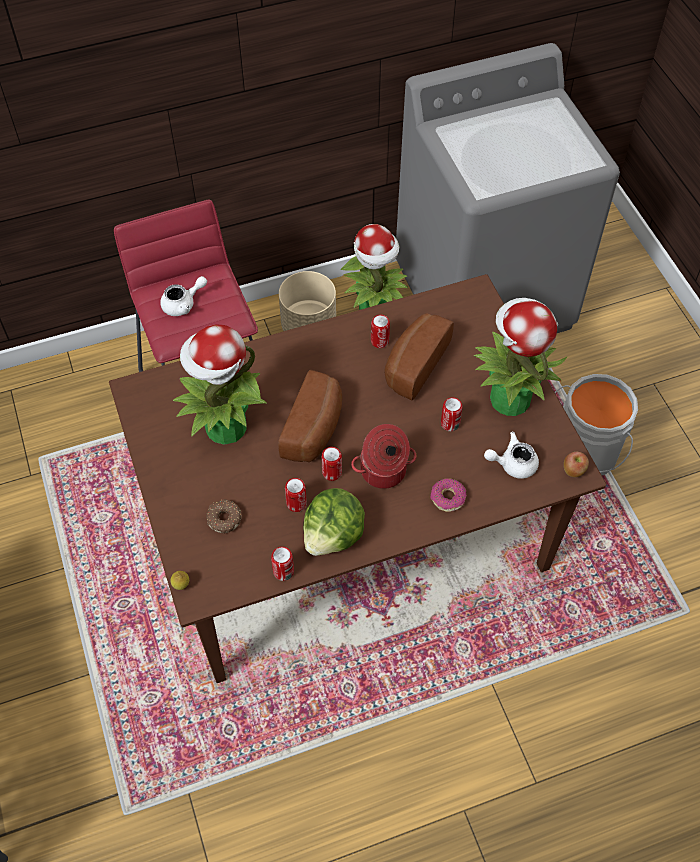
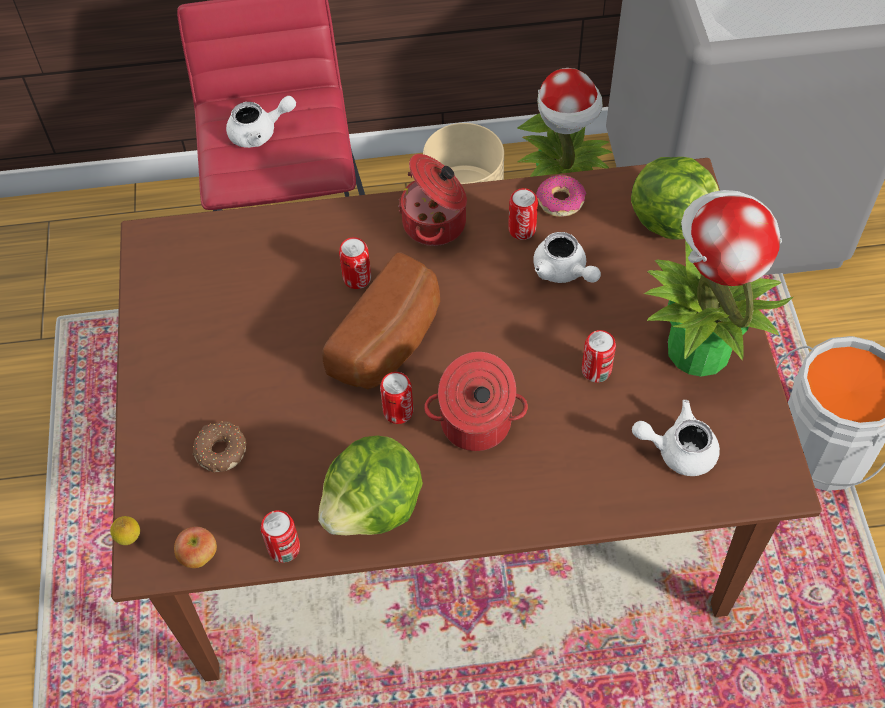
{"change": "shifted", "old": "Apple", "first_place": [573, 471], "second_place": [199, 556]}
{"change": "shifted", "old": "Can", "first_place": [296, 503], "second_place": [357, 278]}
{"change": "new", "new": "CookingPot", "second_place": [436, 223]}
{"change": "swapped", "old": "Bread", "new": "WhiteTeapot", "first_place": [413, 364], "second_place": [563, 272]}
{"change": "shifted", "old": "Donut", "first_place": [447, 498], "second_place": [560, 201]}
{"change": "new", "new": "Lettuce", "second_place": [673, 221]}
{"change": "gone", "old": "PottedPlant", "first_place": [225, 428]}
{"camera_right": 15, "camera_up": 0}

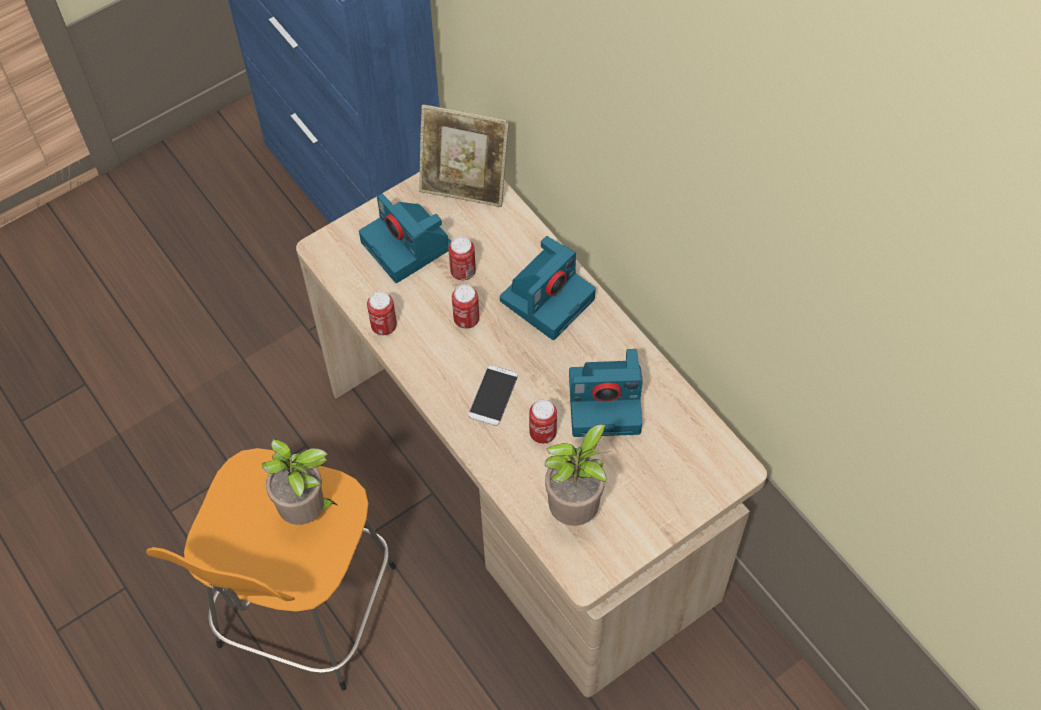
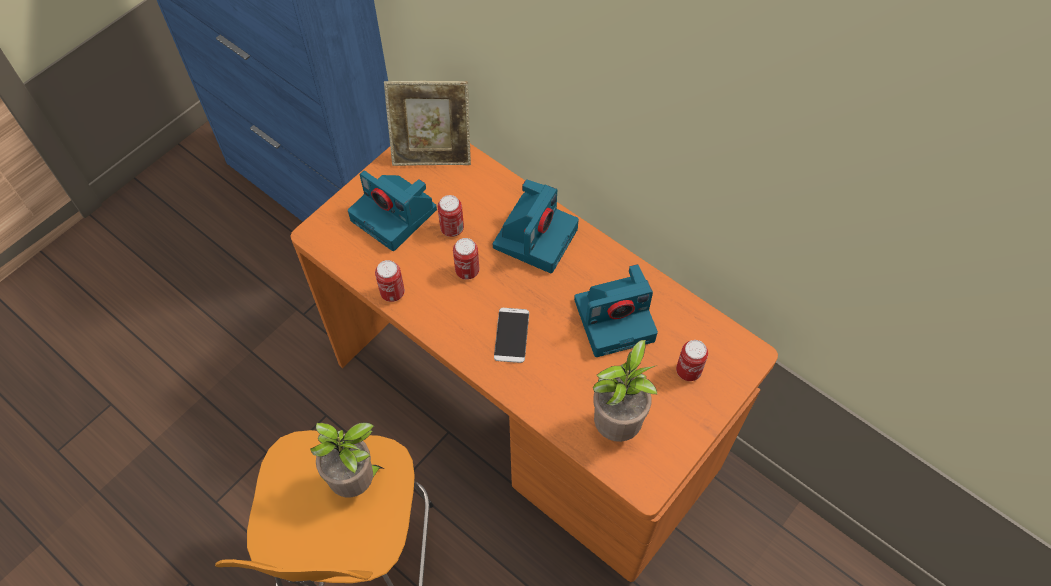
{"change": "repainted", "old": "BeigeDesk", "new": "OrangeDesk", "first_place": [524, 488], "second_place": [526, 409]}
{"change": "shifted", "old": "Can", "first_place": [543, 433], "second_place": [688, 371]}
{"camera_right": -15, "camera_up": 0}

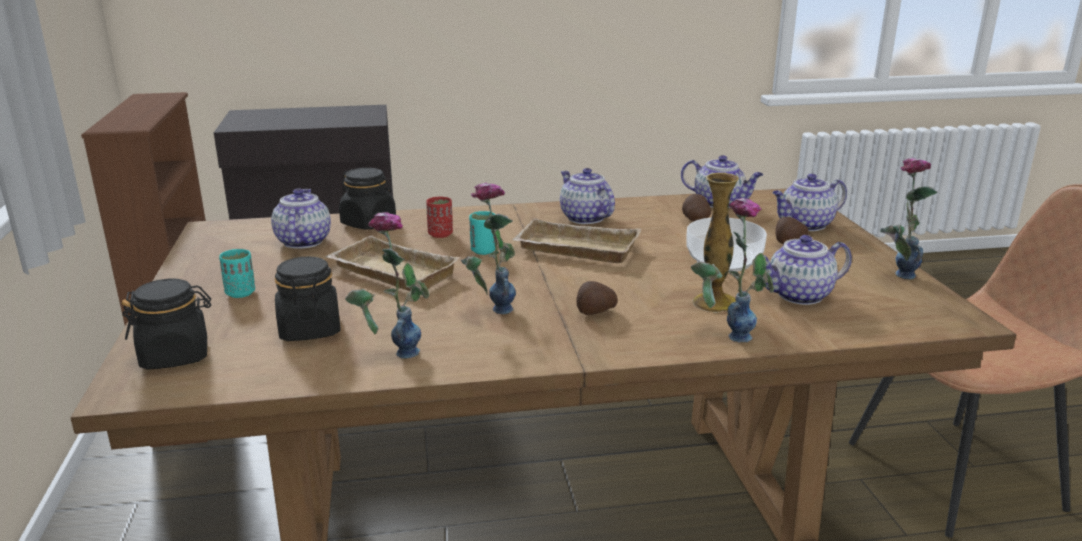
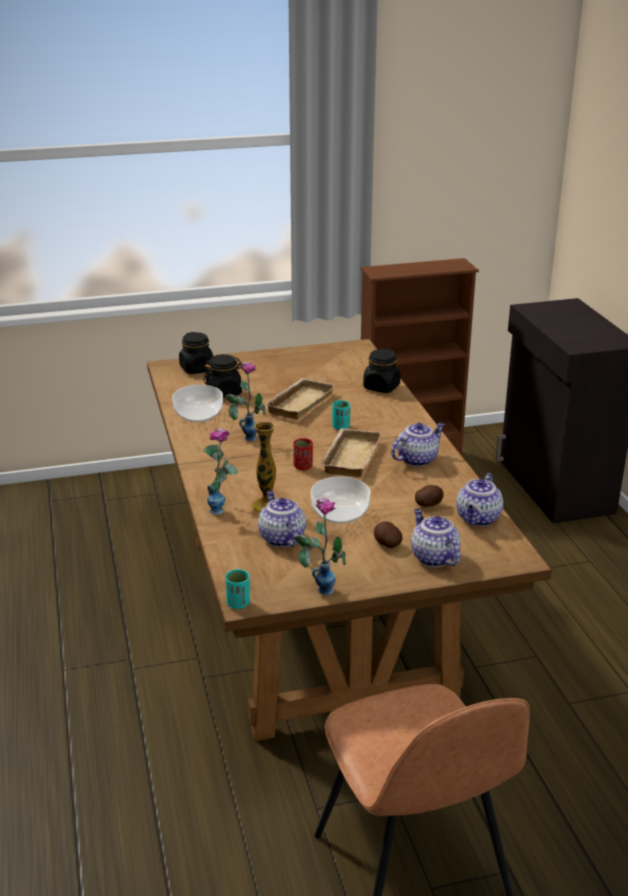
{"change": "swapped", "old": "Vase", "new": "Bowl", "first_place": [391, 353], "second_place": [198, 414]}
{"change": "shifted", "old": "TurquoiseCup", "first_place": [240, 293], "second_place": [238, 603]}
{"change": "shifted", "old": "RedCup", "first_place": [440, 234], "second_place": [303, 466]}
{"change": "gone", "old": "Teapot", "first_place": [303, 241]}
{"change": "gone", "old": "Potato", "first_place": [595, 312]}
{"camera_right": 85, "camera_up": 5}

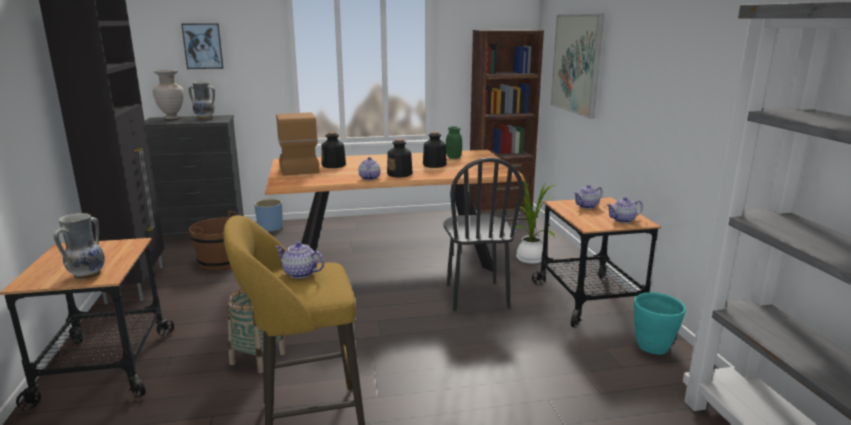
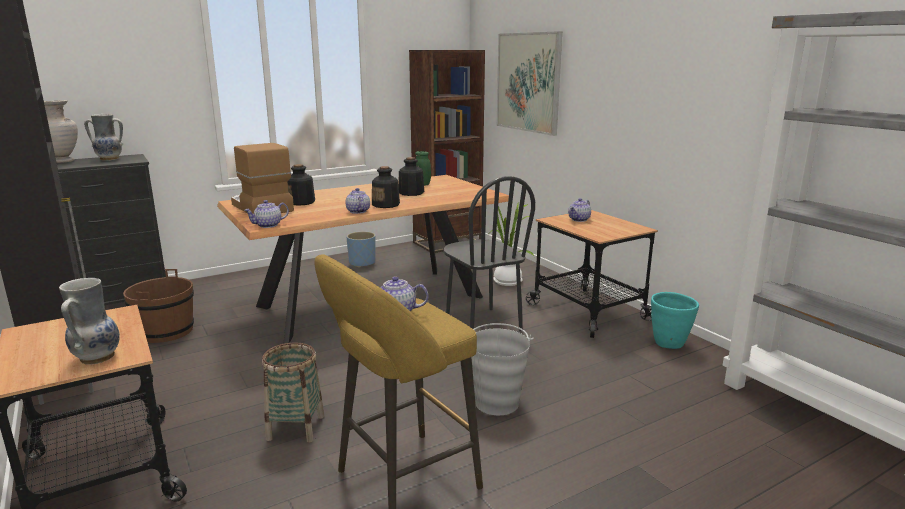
{"change": "shifted", "old": "Teapot", "first_place": [623, 220], "second_place": [268, 225]}
{"change": "shifted", "old": "BluePlanter", "first_place": [270, 228], "second_place": [362, 263]}
{"change": "new", "new": "GreyBucket", "second_place": [497, 402]}
{"change": "gone", "old": "Picture", "first_place": [203, 46]}
{"camera_right": -20, "camera_up": 0}

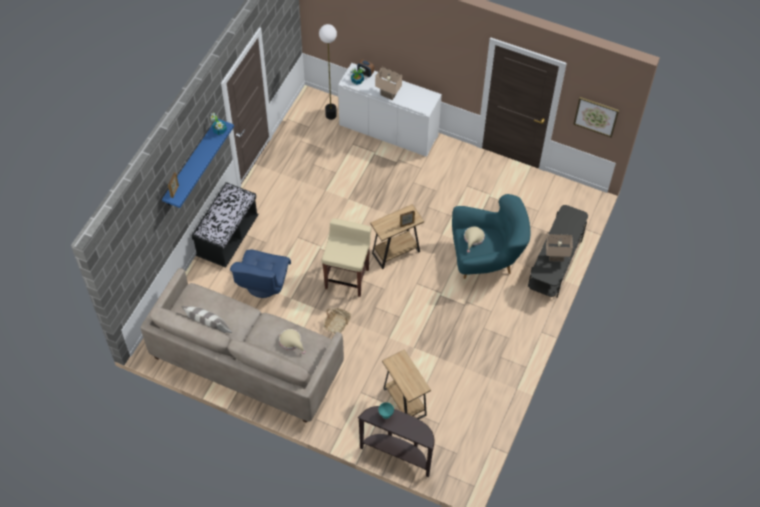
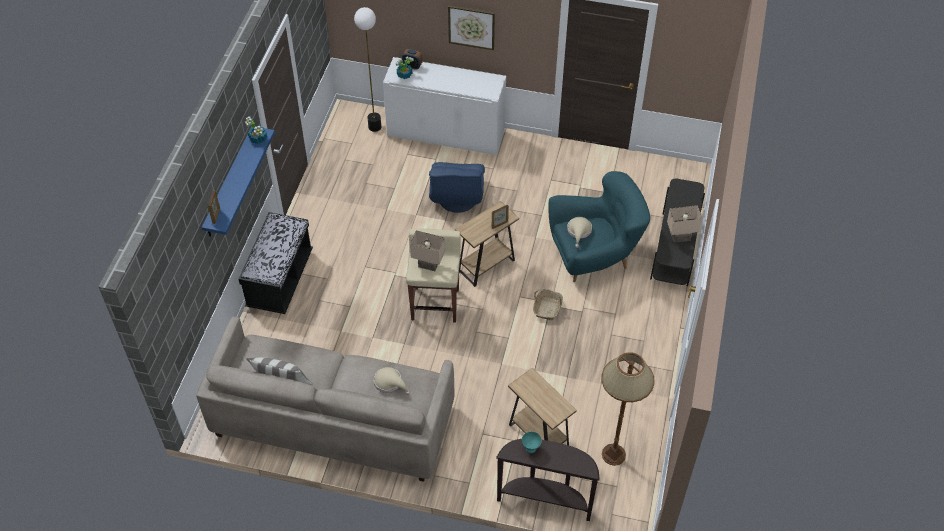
{"change": "shifted", "old": "BeigeTableLamp", "first_place": [388, 94], "second_place": [429, 264]}
{"change": "shifted", "old": "BlueArmchair", "first_place": [262, 283], "second_place": [456, 198]}
{"change": "shifted", "old": "Picture", "first_place": [596, 116], "second_place": [471, 27]}
{"change": "shifted", "old": "Basket", "first_place": [337, 323], "second_place": [547, 308]}
{"change": "new", "new": "BrownFloorLamp", "second_place": [613, 454]}
{"camera_right": -10, "camera_up": -5}

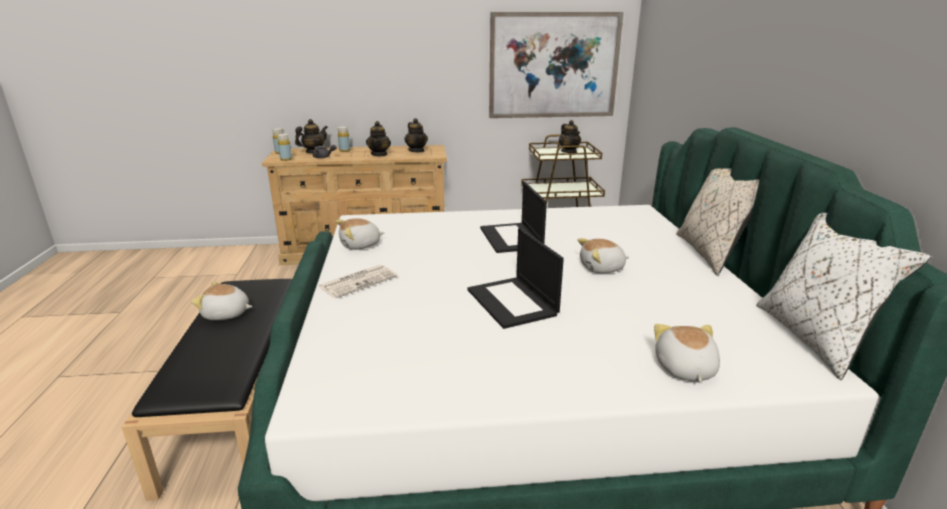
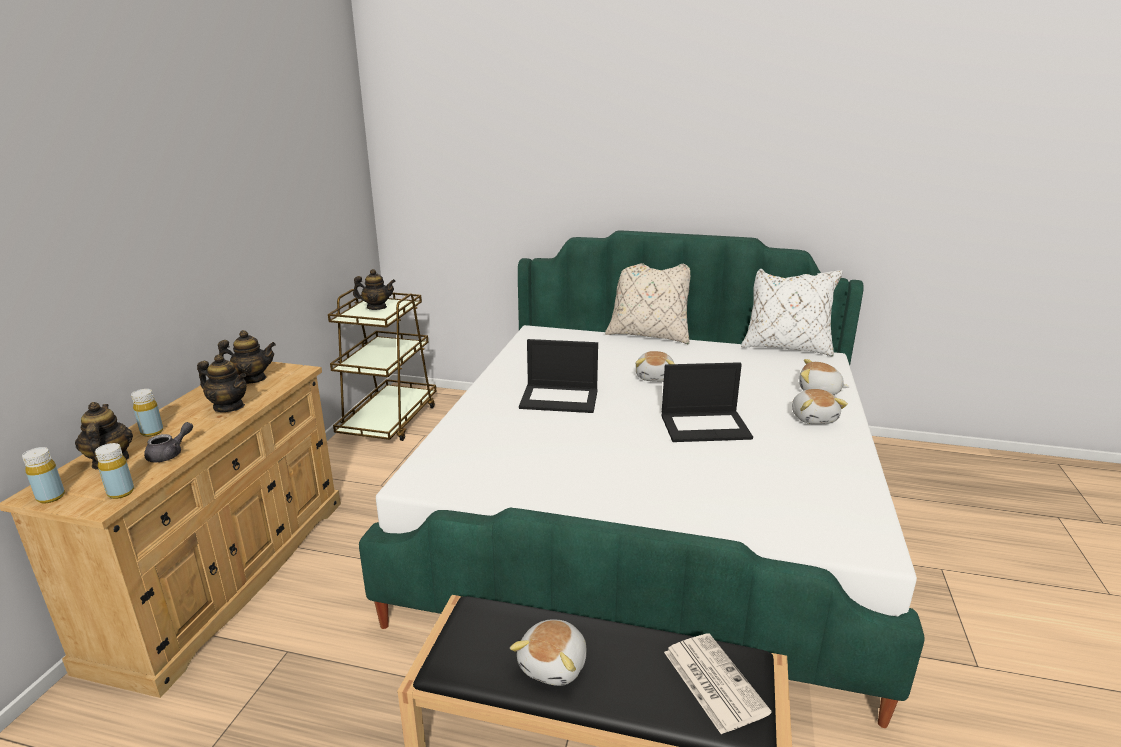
{"change": "shifted", "old": "Newspaper", "first_place": [358, 281], "second_place": [713, 681]}
{"change": "shifted", "old": "PlushToy", "first_place": [360, 245], "second_place": [814, 418]}
{"change": "gone", "old": "Picture", "first_place": [554, 66]}
{"camera_right": -70, "camera_up": 0}

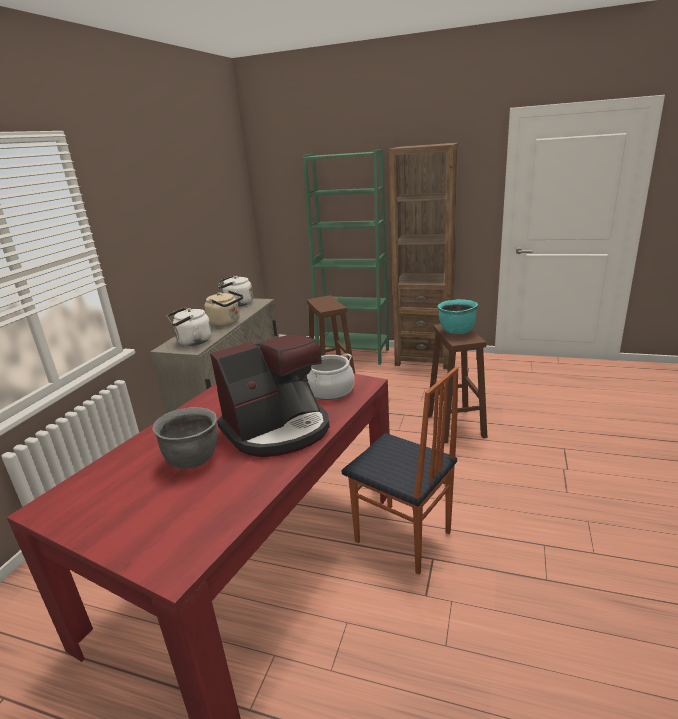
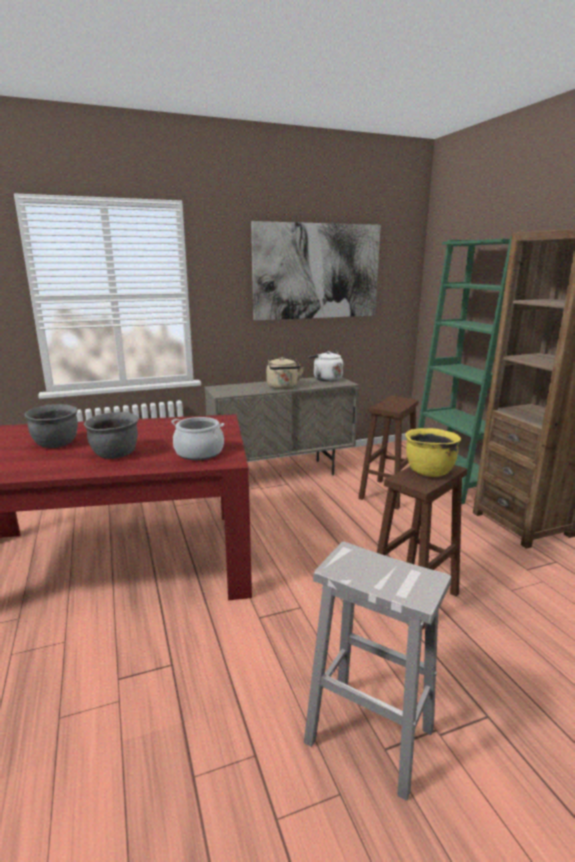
{"change": "swapped", "old": "CoffeeMachine", "new": "GreyCookingPot", "first_place": [278, 429], "second_place": [115, 455]}
{"change": "new", "new": "Picture", "second_place": [316, 271]}
{"change": "new", "new": "WhiteStool", "second_place": [367, 735]}
{"change": "repainted", "old": "TurquoiseCookingPot", "new": "YellowCookingPot", "first_place": [456, 331], "second_place": [428, 471]}
{"change": "gone", "old": "WhiteKettle", "first_place": [192, 342]}
{"change": "gone", "old": "Chair", "first_place": [403, 538]}
{"camera_right": 50, "camera_up": -5}

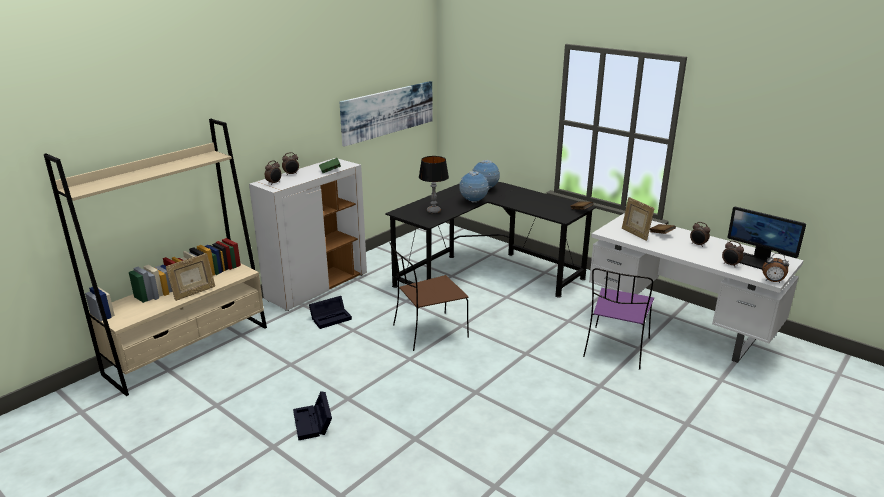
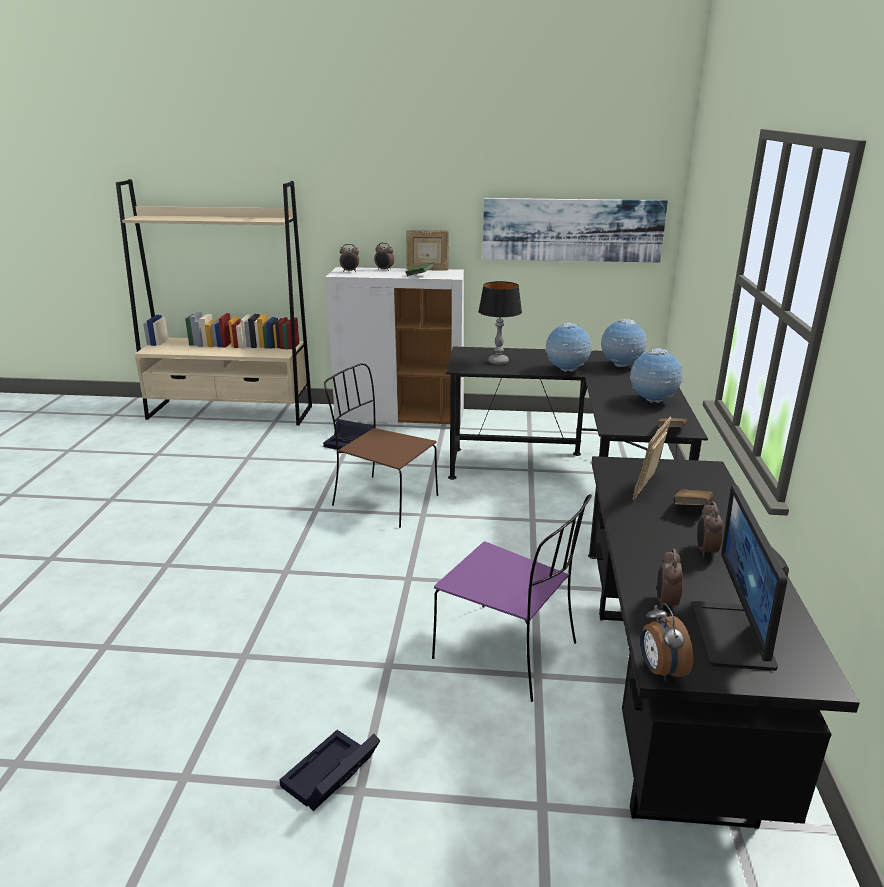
{"change": "shifted", "old": "BlackStorageBox", "first_place": [313, 423], "second_place": [330, 777]}
{"change": "shifted", "old": "PictureFrame", "first_place": [194, 293], "second_place": [427, 270]}
{"change": "rotated", "old": "PurpleChair", "first_place": [616, 348], "second_place": [508, 652], "degrees": -135}
{"change": "repainted", "old": "WhiteDesk", "new": "BlackDesk", "first_place": [679, 326], "second_place": [667, 704]}
{"change": "new", "new": "Globe", "second_place": [652, 401]}
{"camera_right": 55, "camera_up": 0}

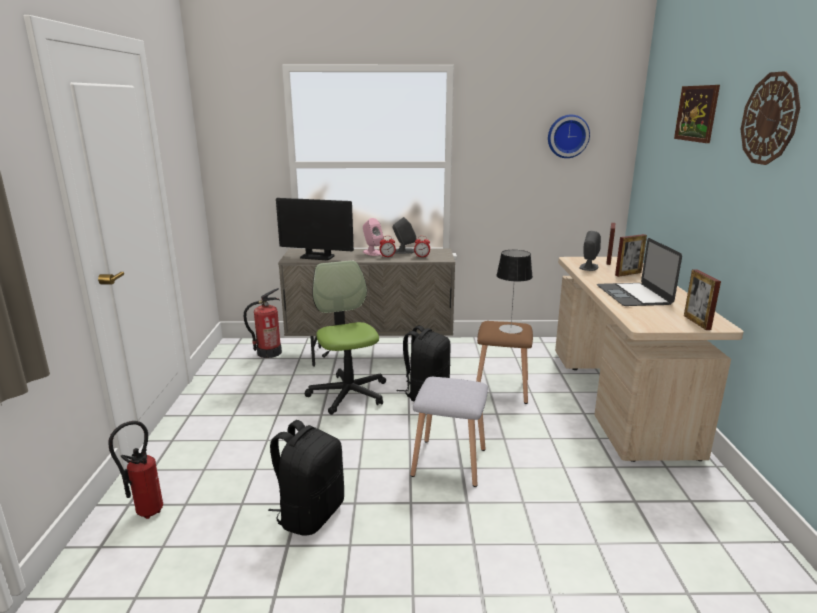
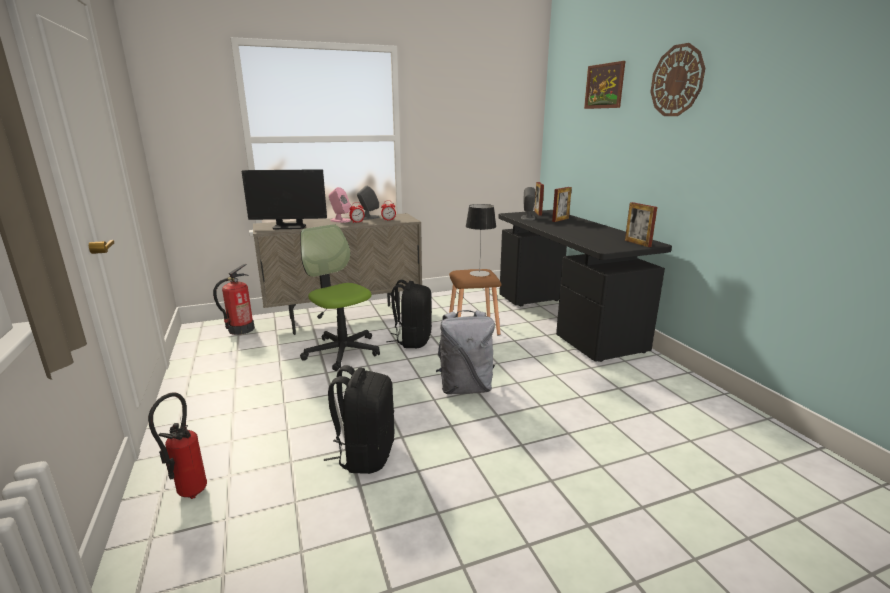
{"change": "swapped", "old": "GreyStool", "new": "GreyBackpack", "first_place": [450, 462], "second_place": [465, 388]}
{"change": "repainted", "old": "BeigeDesk", "new": "BlackDesk", "first_place": [618, 399], "second_place": [564, 321]}
{"change": "gone", "old": "WallClock", "first_place": [567, 136]}
{"change": "gone", "old": "Laptop", "first_place": [633, 295]}
{"camera_right": -20, "camera_up": 0}

